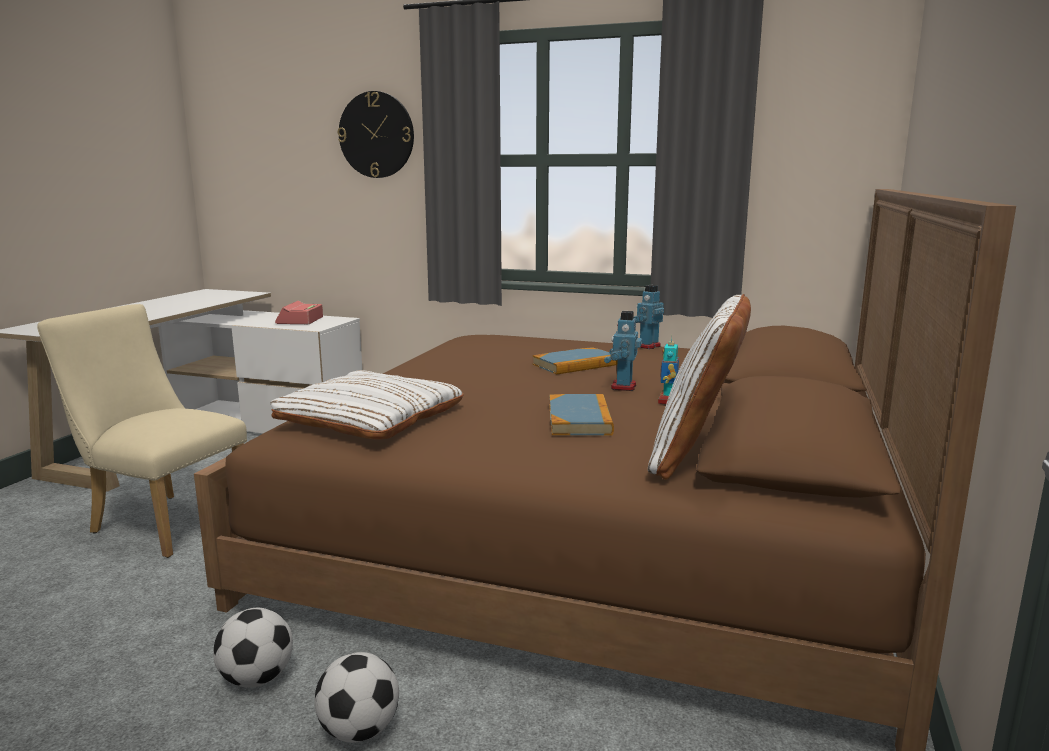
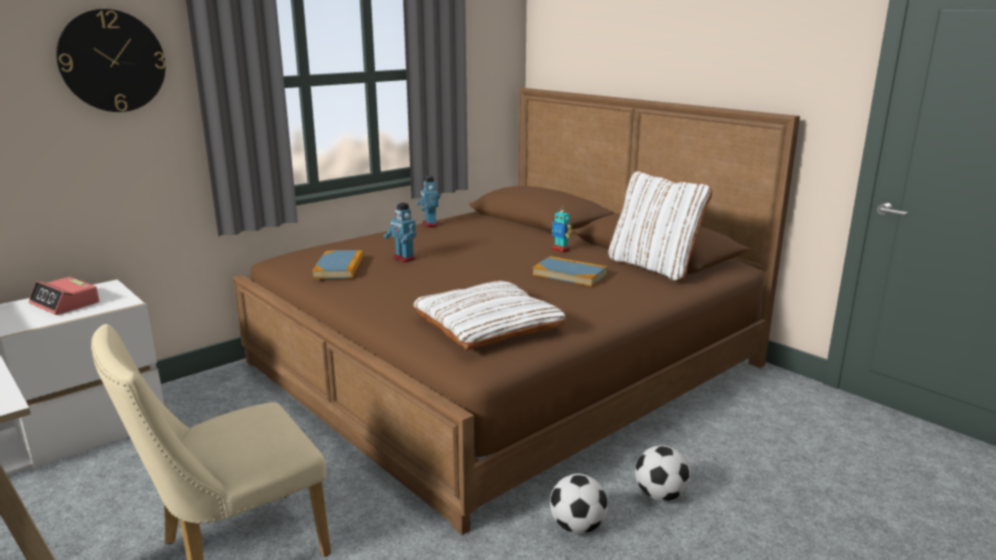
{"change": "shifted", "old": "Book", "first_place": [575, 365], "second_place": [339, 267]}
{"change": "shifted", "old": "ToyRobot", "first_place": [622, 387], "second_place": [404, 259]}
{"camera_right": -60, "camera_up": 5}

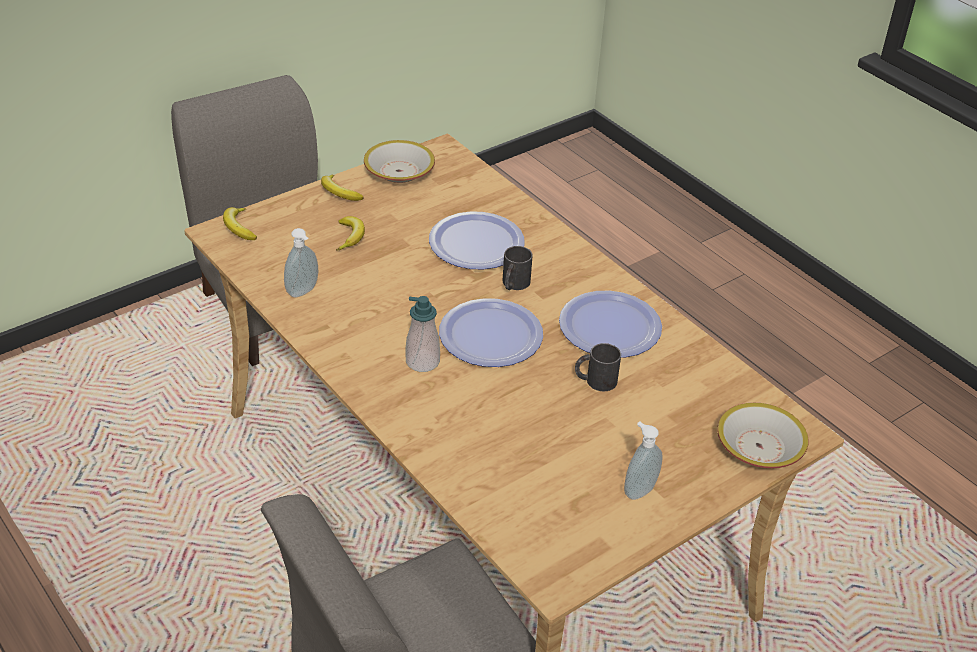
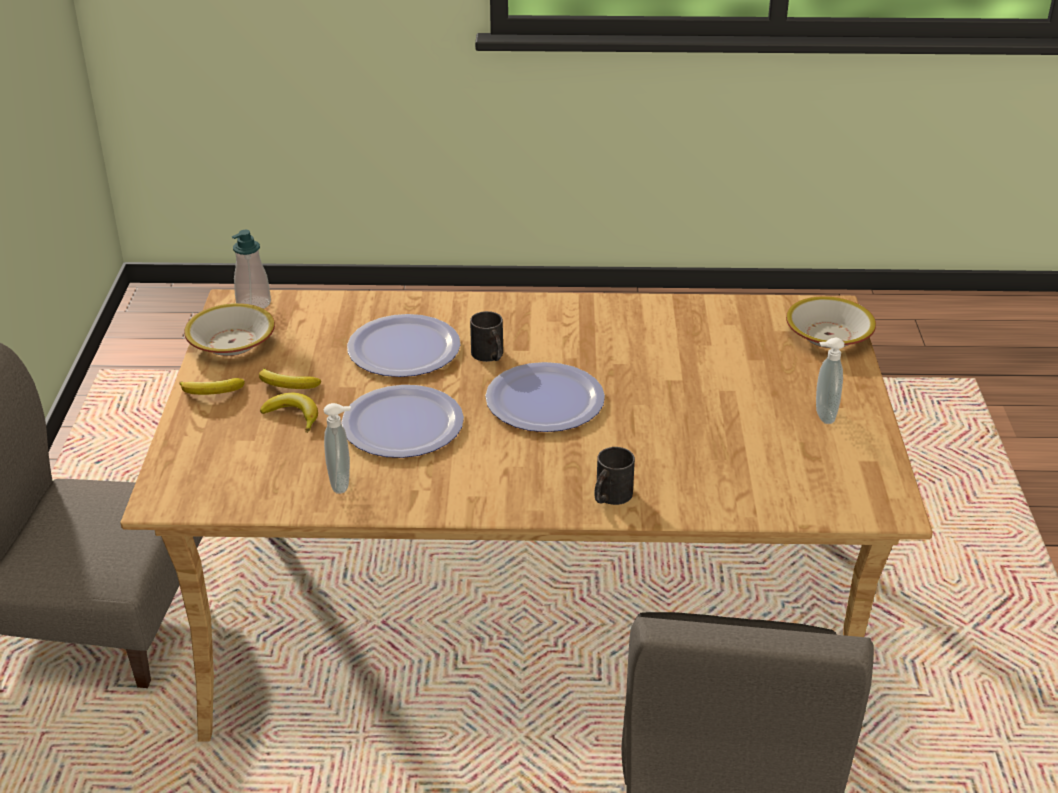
{"change": "shifted", "old": "SoapDispenser", "first_place": [422, 362], "second_place": [253, 303]}
{"change": "shifted", "old": "Banana", "first_place": [239, 228], "second_place": [287, 385]}
{"change": "shifted", "old": "Plate", "first_place": [610, 326], "second_place": [403, 424]}
{"change": "shifted", "old": "BlackMug", "first_place": [595, 380], "second_place": [610, 497]}
{"camera_right": -50, "camera_up": -5}

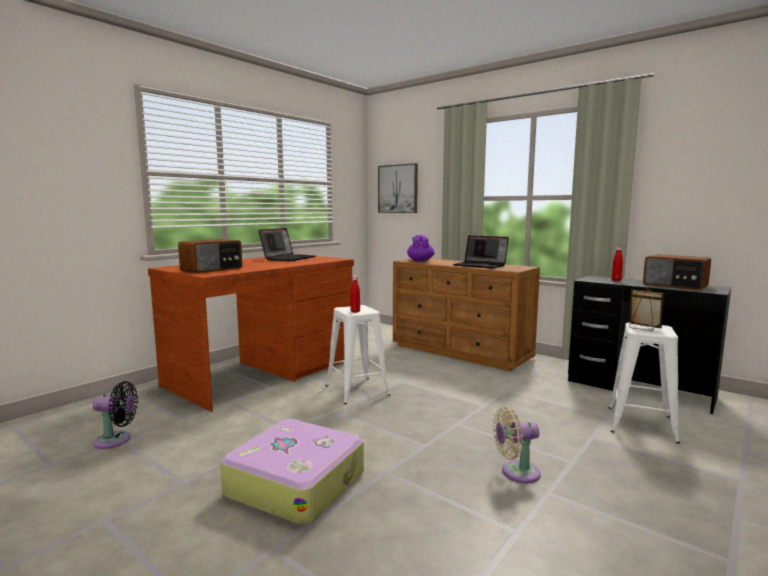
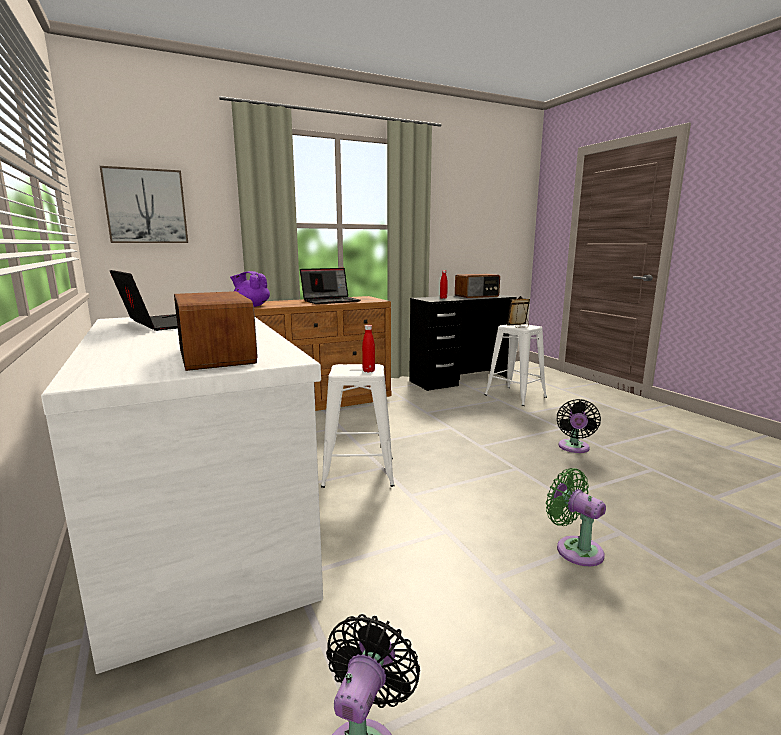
{"change": "repainted", "old": "BrownDesk", "new": "WhiteDesk", "first_place": [264, 372], "second_place": [204, 526]}
{"change": "swapped", "old": "Suitcase", "new": "GreenFan", "first_place": [296, 483], "second_place": [575, 549]}
{"change": "repainted", "old": "BeigeFan", "new": "BlackFan", "first_place": [516, 472], "second_place": [574, 448]}
{"camera_right": -65, "camera_up": 5}

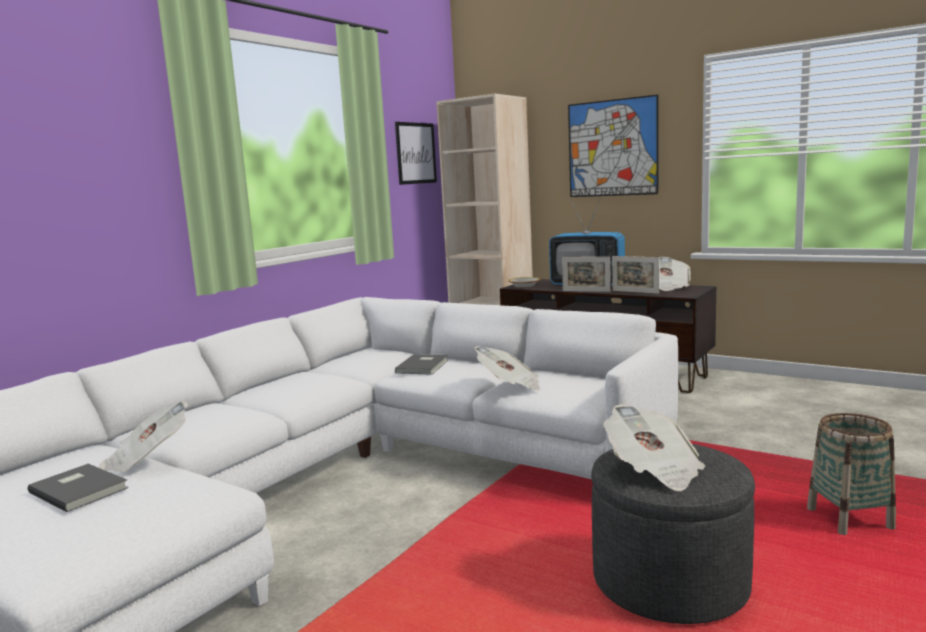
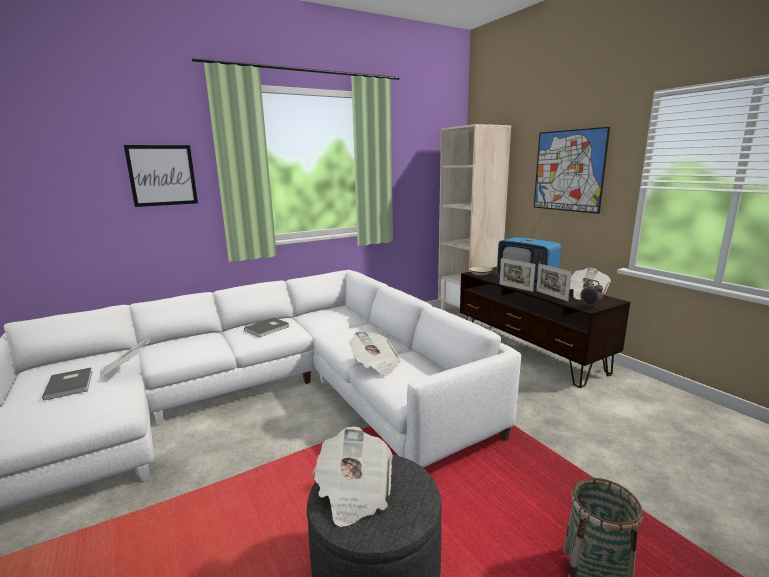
{"change": "shifted", "old": "Picture", "first_place": [415, 153], "second_place": [162, 175]}
{"change": "shifted", "old": "GreyBook", "first_place": [424, 366], "second_place": [268, 328]}
{"change": "new", "new": "AlarmClock", "second_place": [590, 306]}
{"camera_right": 25, "camera_up": 5}

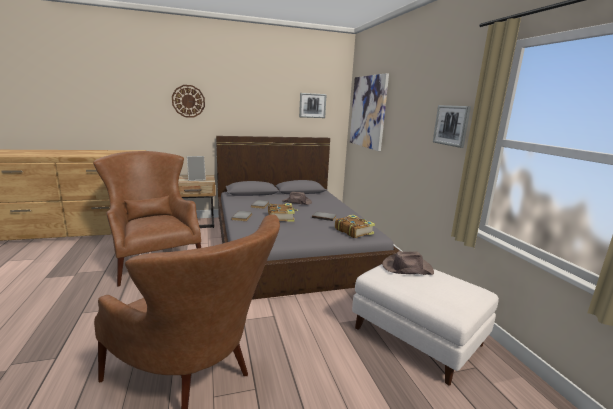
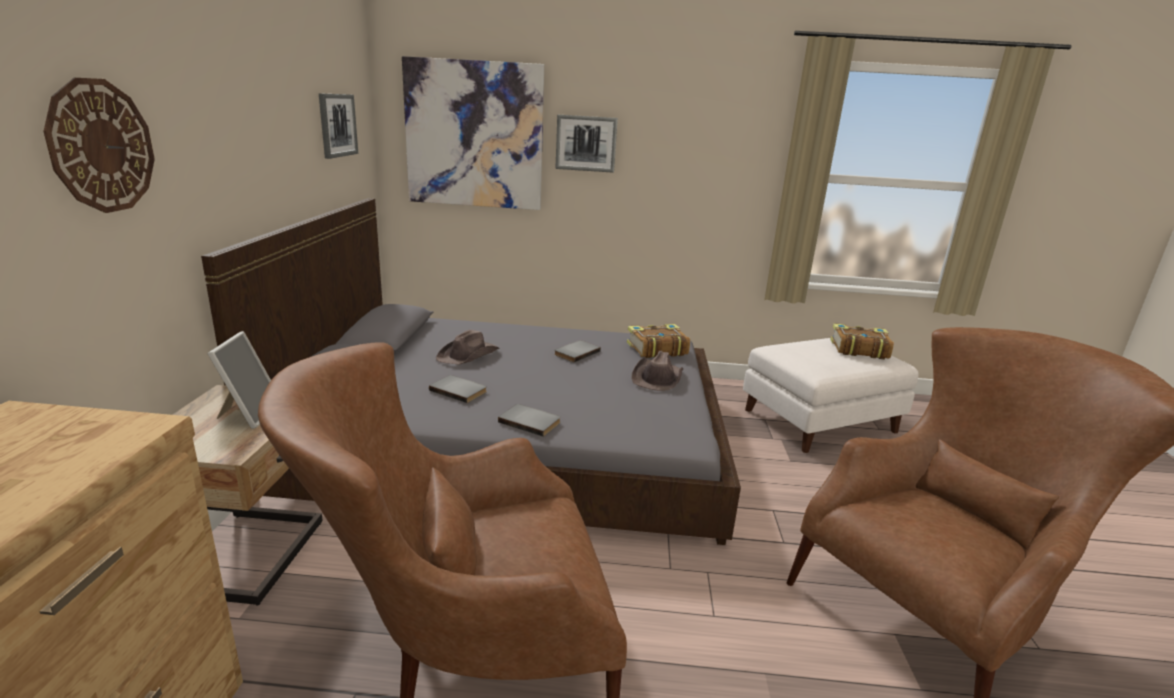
{"change": "shifted", "old": "Picture", "first_place": [451, 125], "second_place": [586, 143]}
{"change": "shifted", "old": "BrownHat", "first_place": [406, 268], "second_place": [657, 378]}
{"change": "shifted", "old": "Book", "first_place": [281, 217], "second_place": [858, 349]}
{"camera_right": -70, "camera_up": 5}

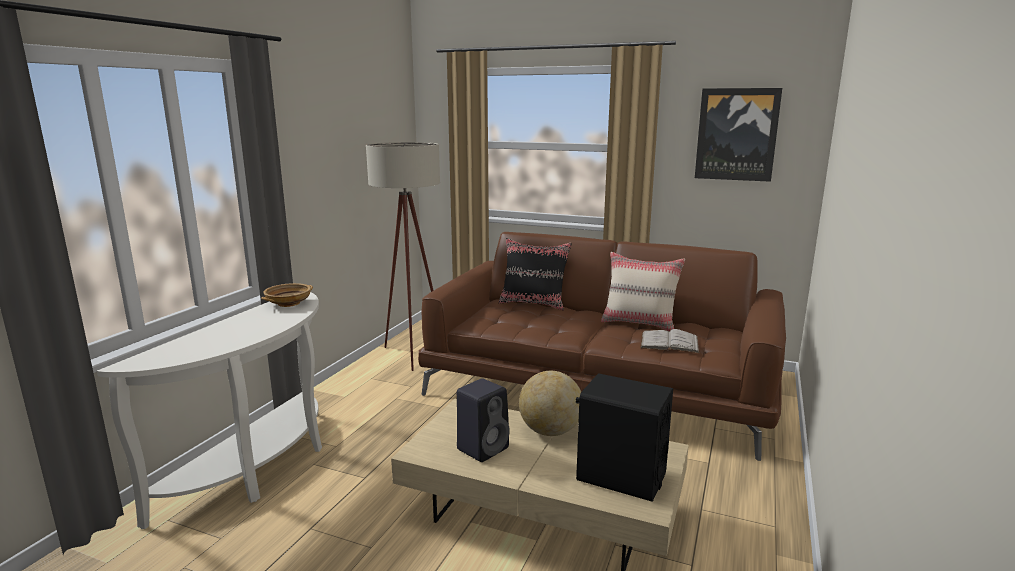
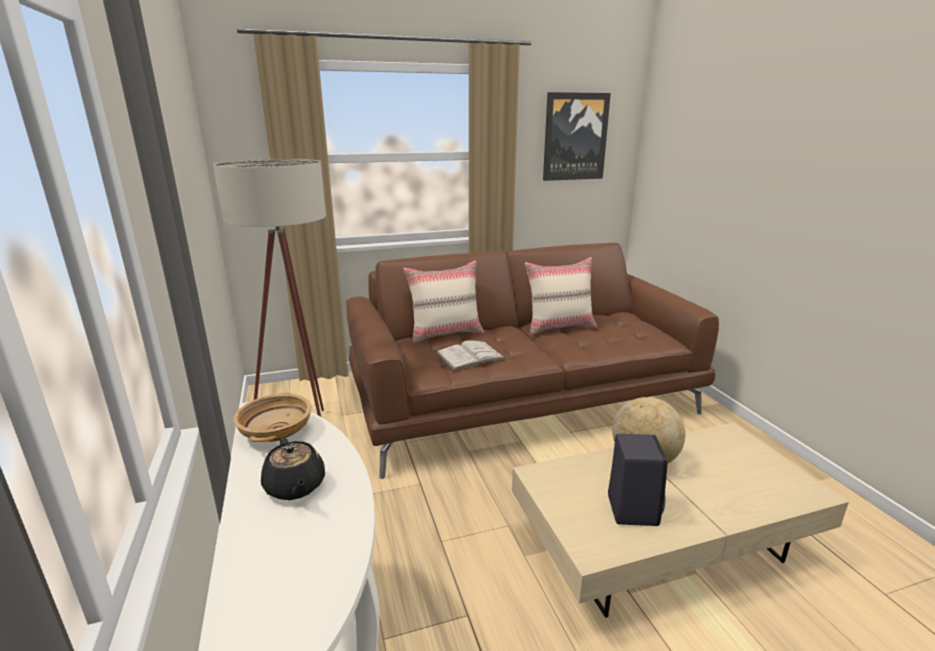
{"change": "new", "new": "BlackTeapot", "second_place": [295, 487]}
{"change": "repainted", "old": "BlackPillow", "new": "BeigePillow", "first_place": [534, 303], "second_place": [445, 333]}
{"change": "shifted", "old": "WhiteBook", "first_place": [669, 342], "second_place": [470, 356]}
{"change": "gone", "old": "BlackSpeaker", "first_place": [620, 477]}
{"camera_right": -40, "camera_up": 5}

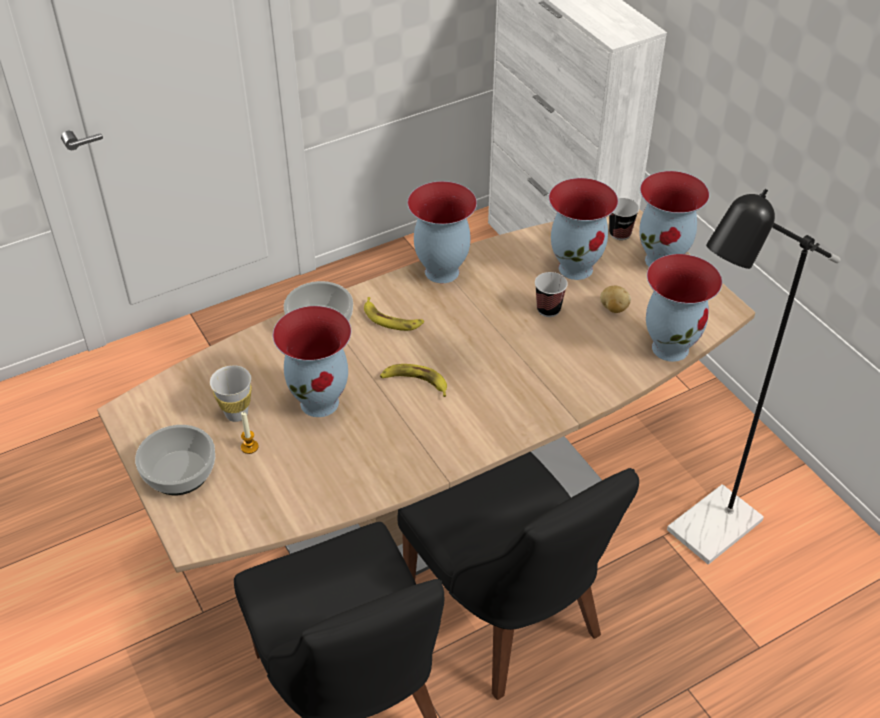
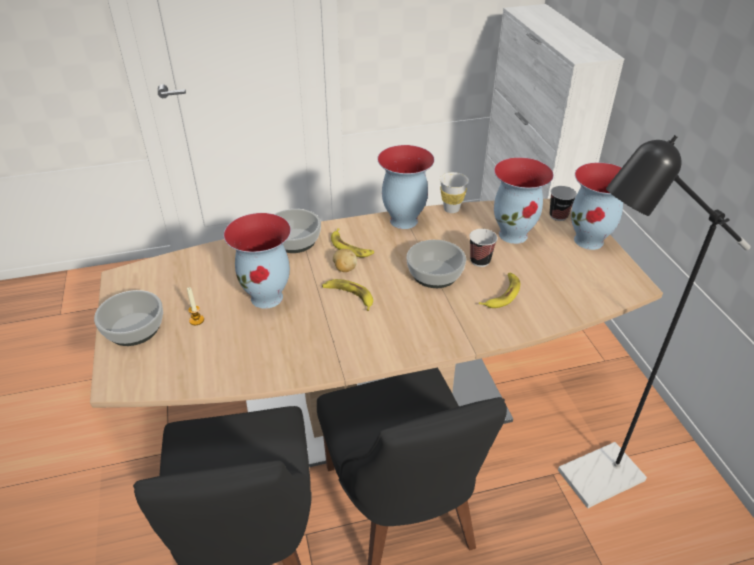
{"change": "shifted", "old": "Potato", "first_place": [613, 308], "second_place": [344, 269]}
{"change": "new", "new": "Bowl", "second_place": [435, 274]}
{"change": "shifted", "old": "WhiteCup", "first_place": [236, 414], "second_place": [451, 209]}
{"change": "new", "new": "Banana", "second_place": [502, 294]}
{"change": "gone", "old": "Vase", "first_place": [670, 347]}
{"camera_right": 15, "camera_up": -5}

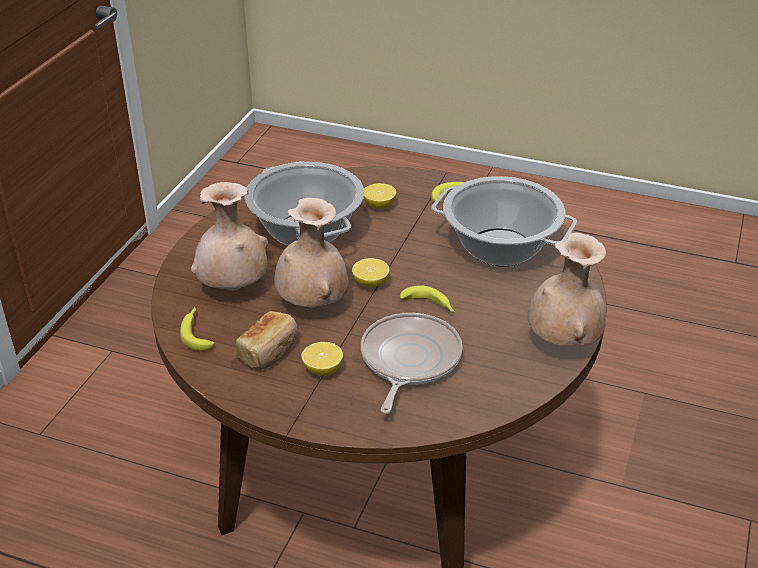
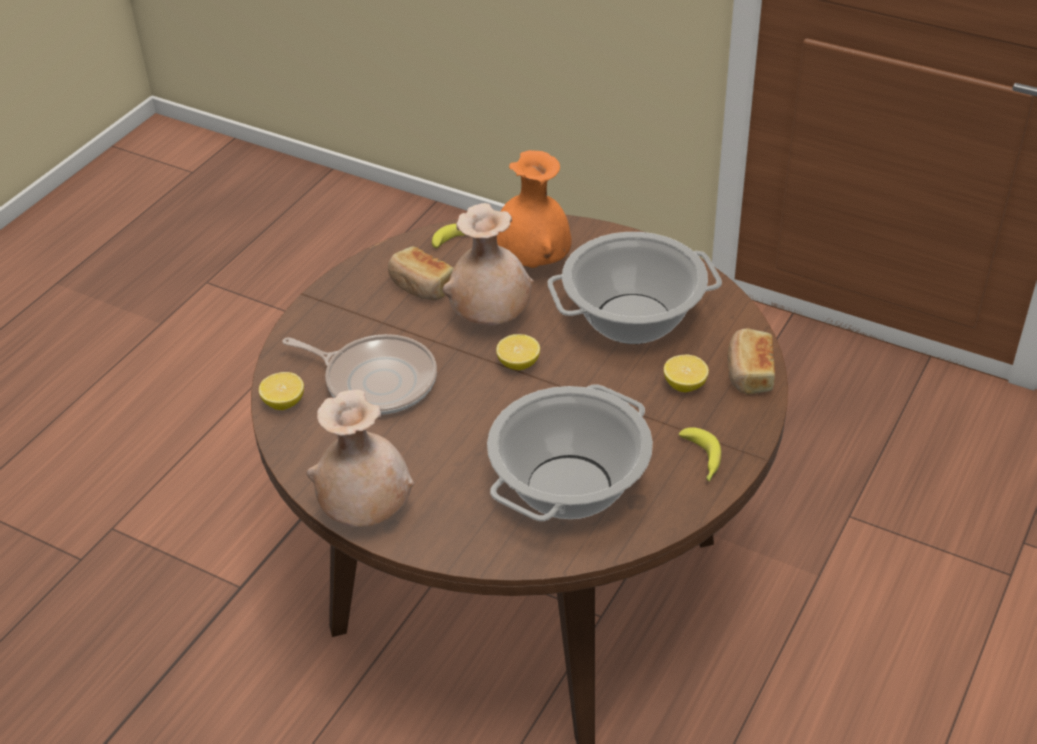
{"change": "shifted", "old": "Lemon", "first_place": [323, 369], "second_place": [284, 402]}
{"change": "repainted", "old": "BeigeVase", "new": "OrangeVase", "first_place": [233, 287], "second_place": [533, 264]}
{"change": "new", "new": "Bread", "second_place": [749, 373]}
{"change": "gone", "old": "Banana", "first_place": [429, 306]}
{"camera_right": 100, "camera_up": 5}

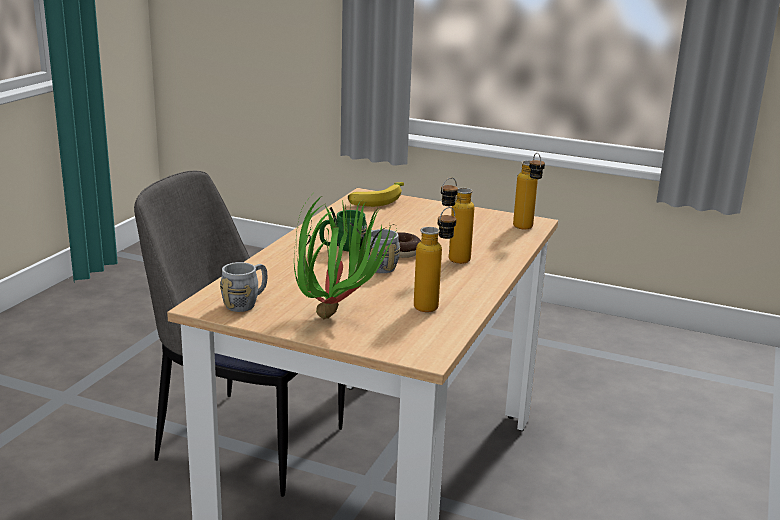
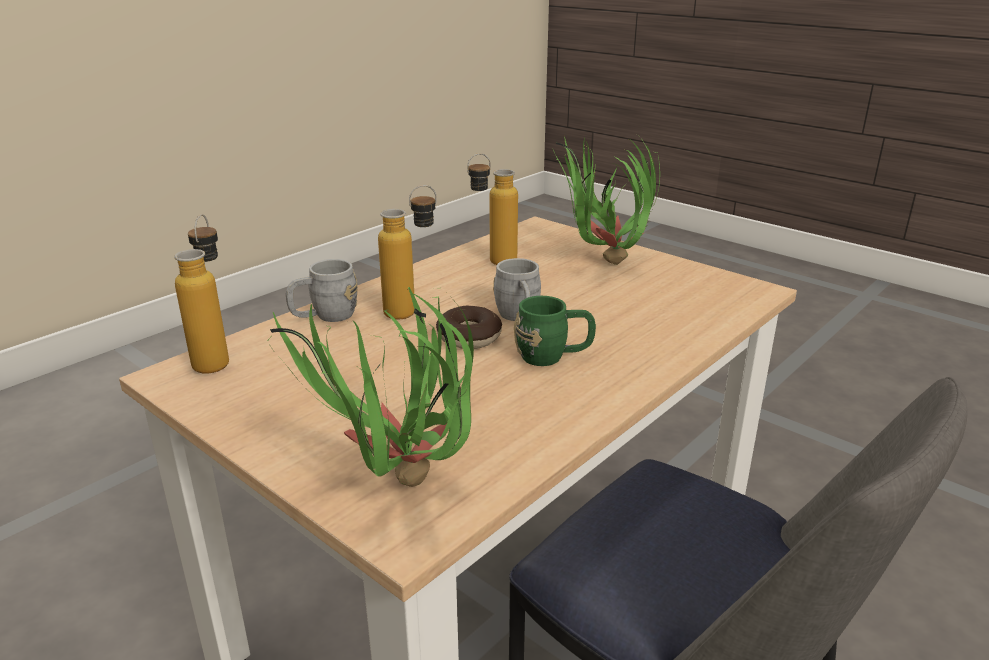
{"change": "swapped", "old": "Banana", "new": "PottedPlant", "first_place": [376, 200], "second_place": [400, 496]}
{"change": "shifted", "old": "GreyMug", "first_place": [246, 303], "second_place": [325, 316]}
{"camera_right": -160, "camera_up": 5}

